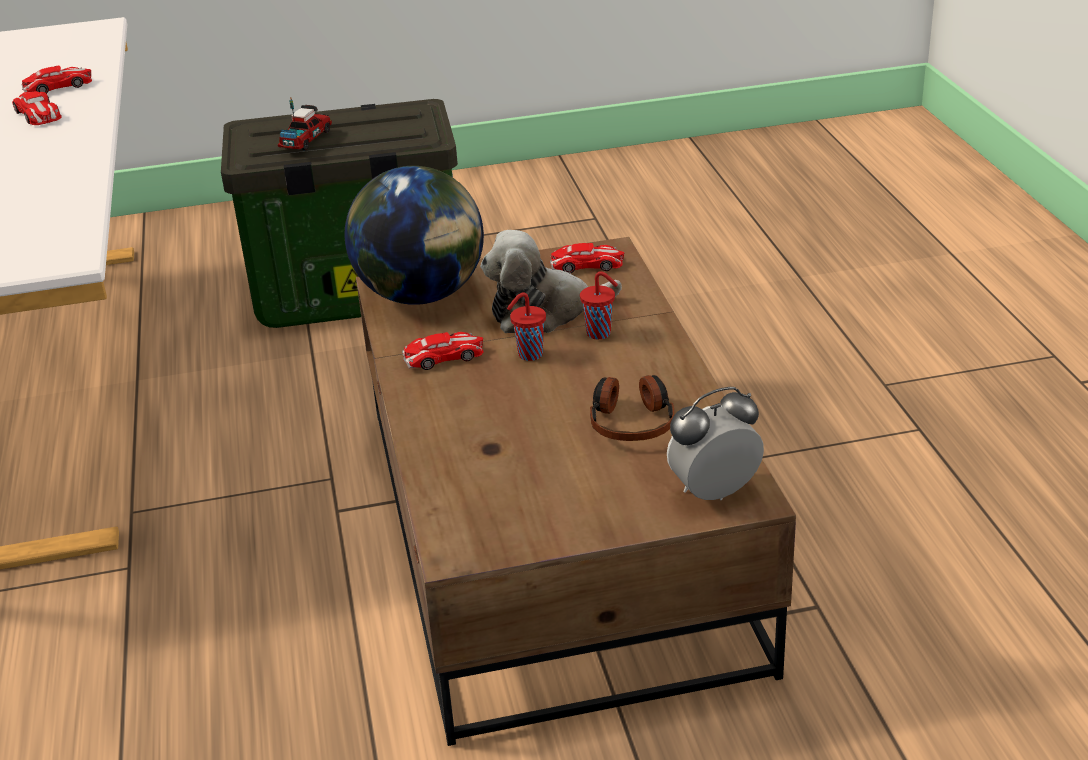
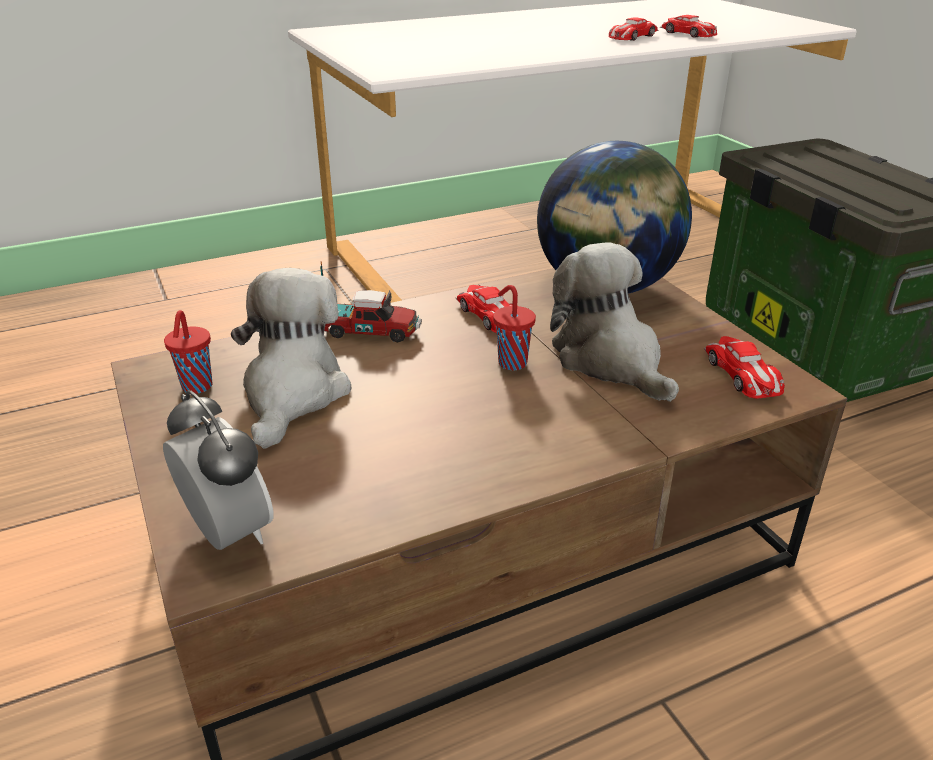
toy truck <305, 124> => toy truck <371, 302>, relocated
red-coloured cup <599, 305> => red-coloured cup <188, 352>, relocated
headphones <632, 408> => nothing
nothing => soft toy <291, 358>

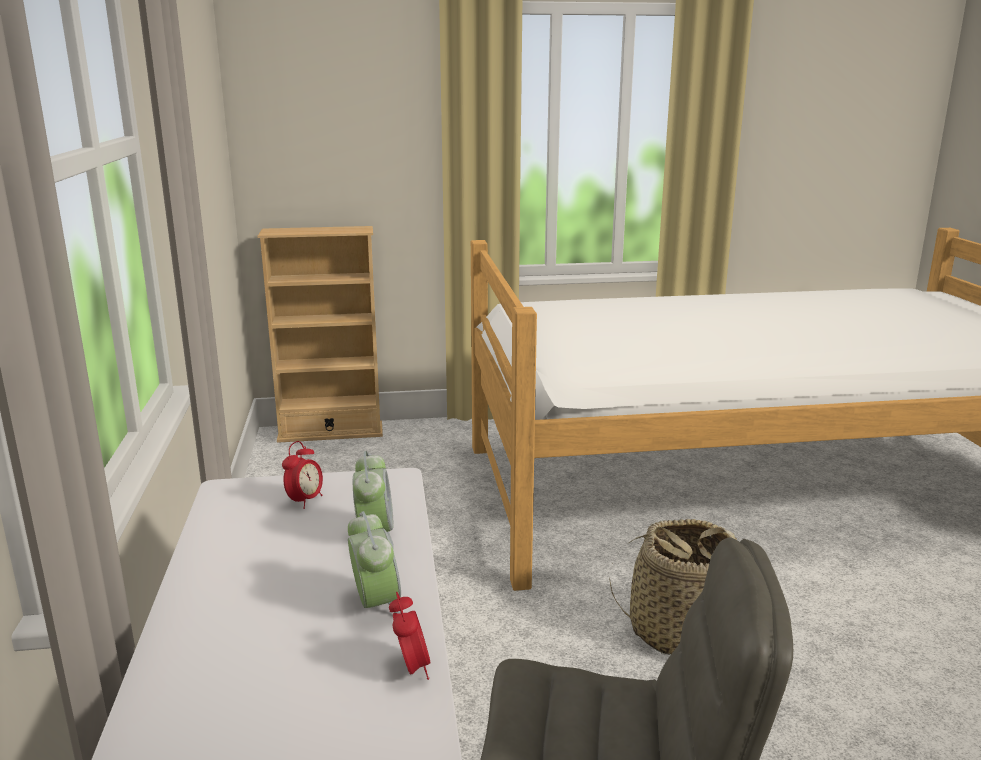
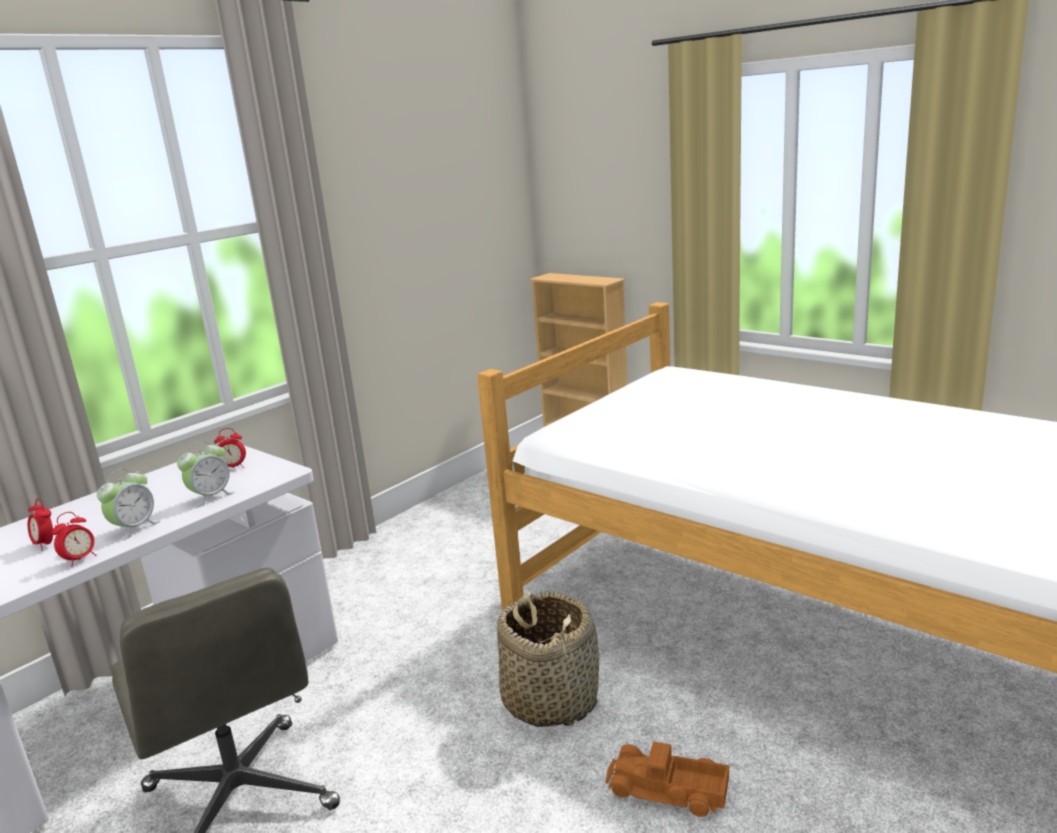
nothing => alarm clock <40, 525>
nothing => toy truck <667, 779>

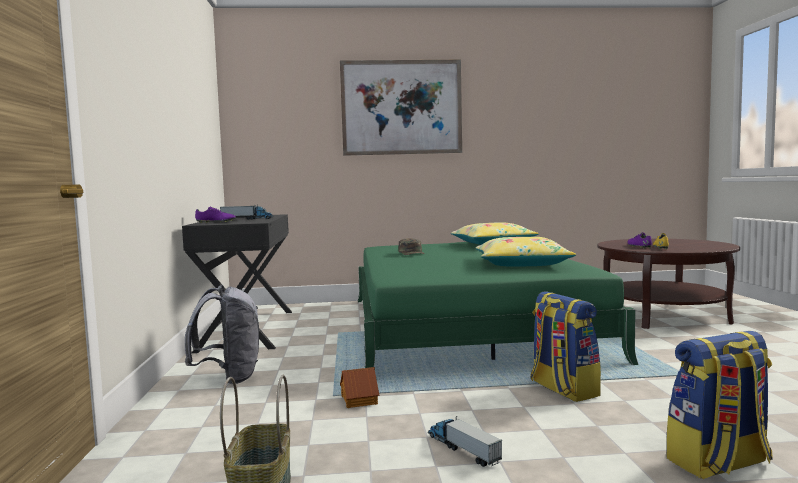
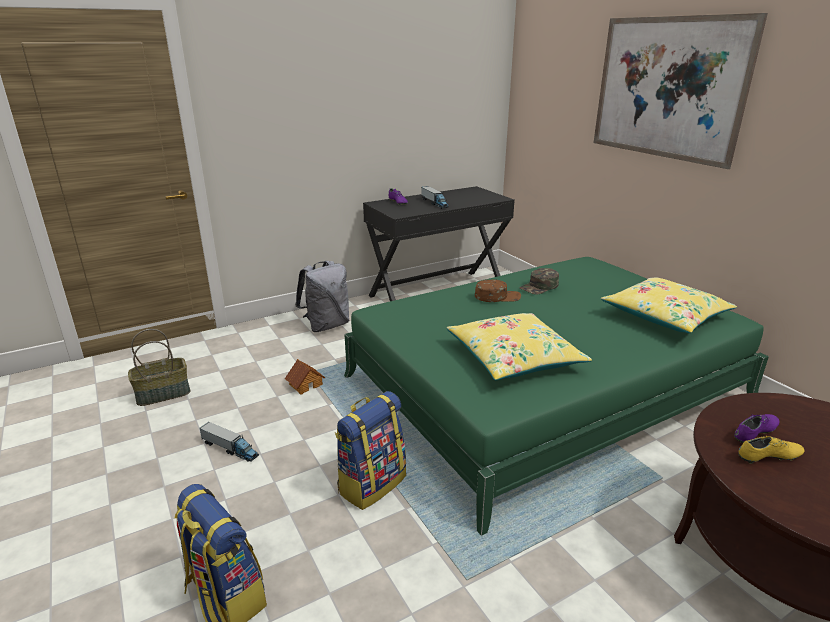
toy truck <465, 441> => toy truck <229, 442>, 90 degrees clockwise
nothing => brown-coloured cap <498, 291>

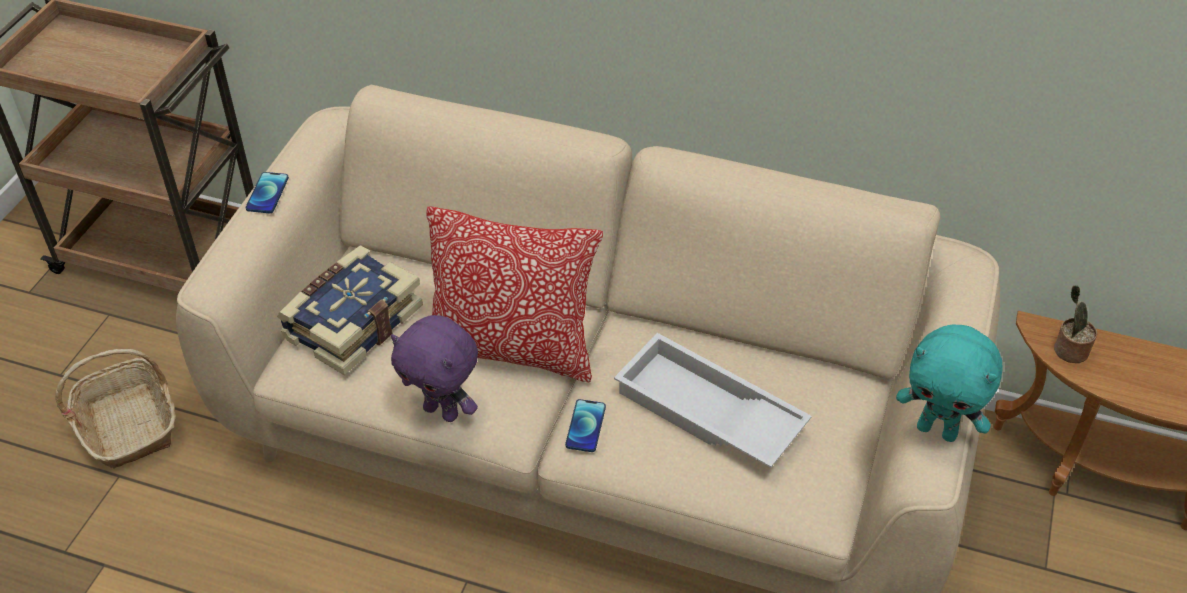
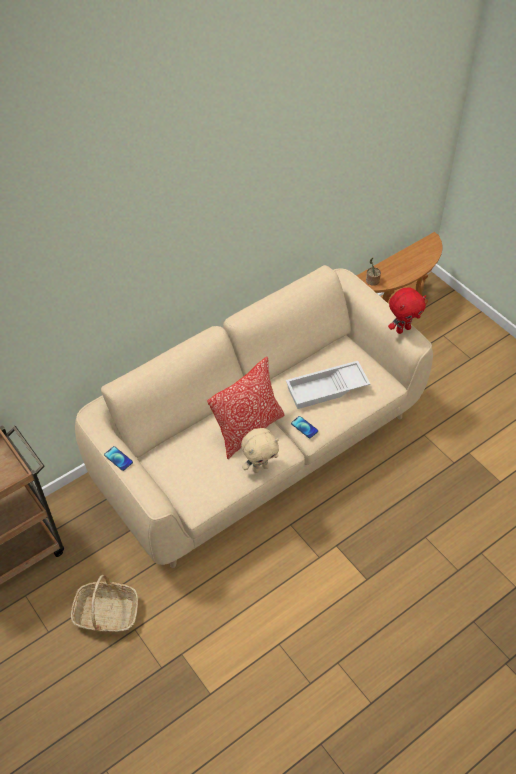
bound book <350, 310> => nothing
purple-coloured soft toy <434, 368> => beige-coloured soft toy <260, 450>
turquoise soft toy <949, 383> => red-coloured soft toy <407, 311>

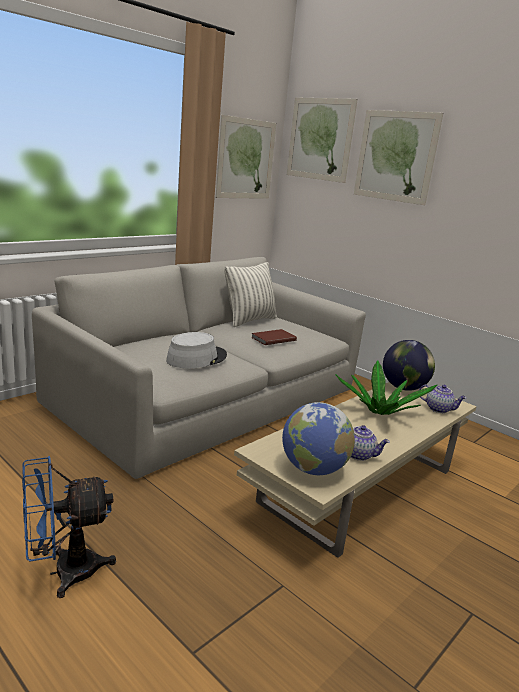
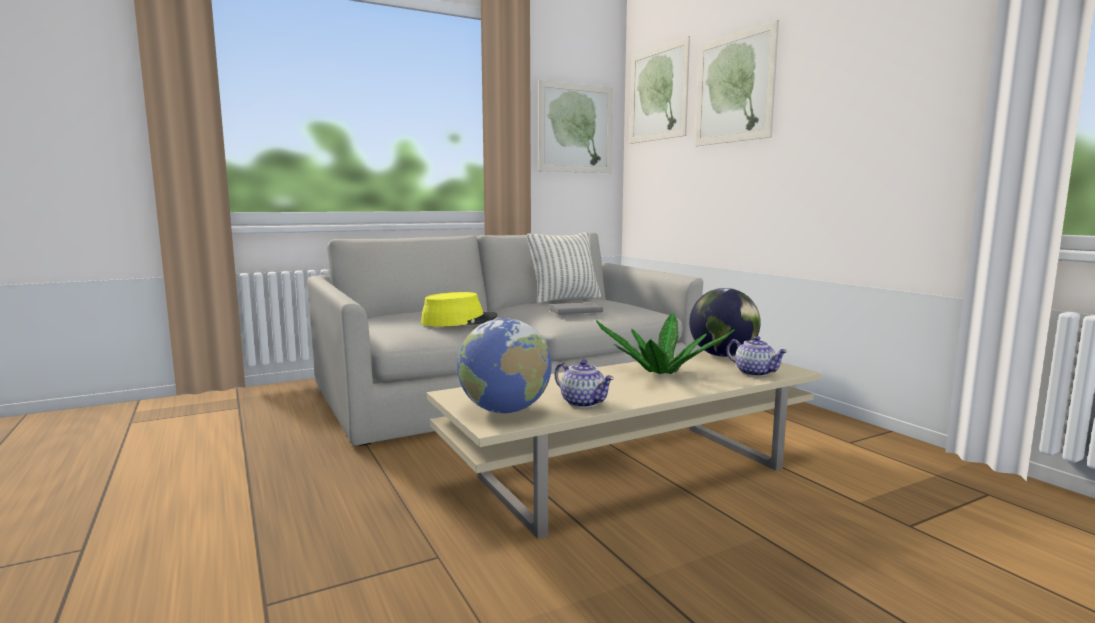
brown-coloured bound book <274, 337> => greyish bound book <576, 308>
greyish clothing hat <196, 350> => yellow-coloured clothing hat <459, 309>
blue electric fan <69, 527> => nothing

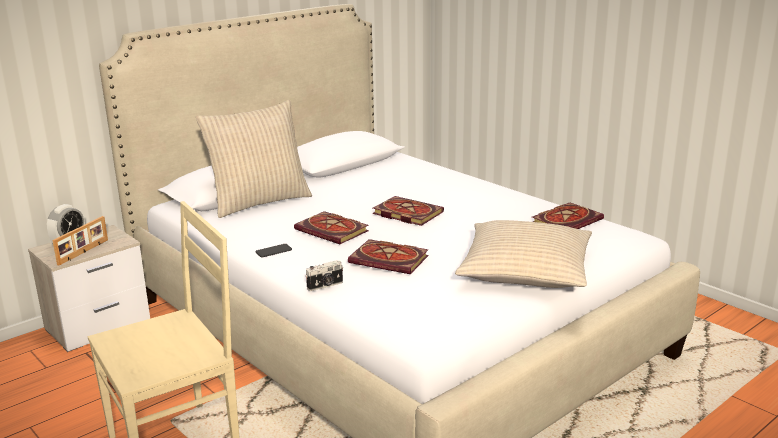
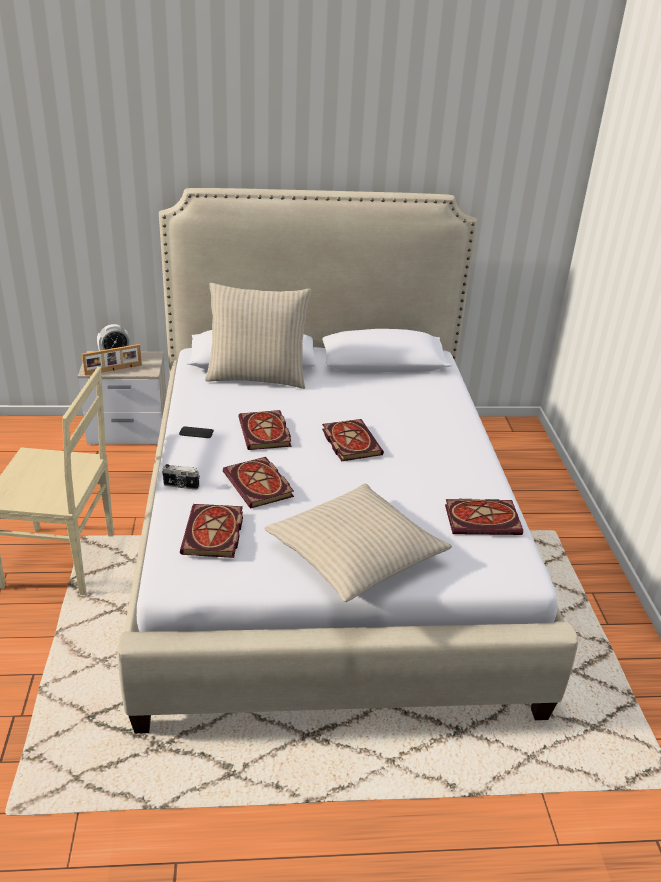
nothing => bound book <211, 531>

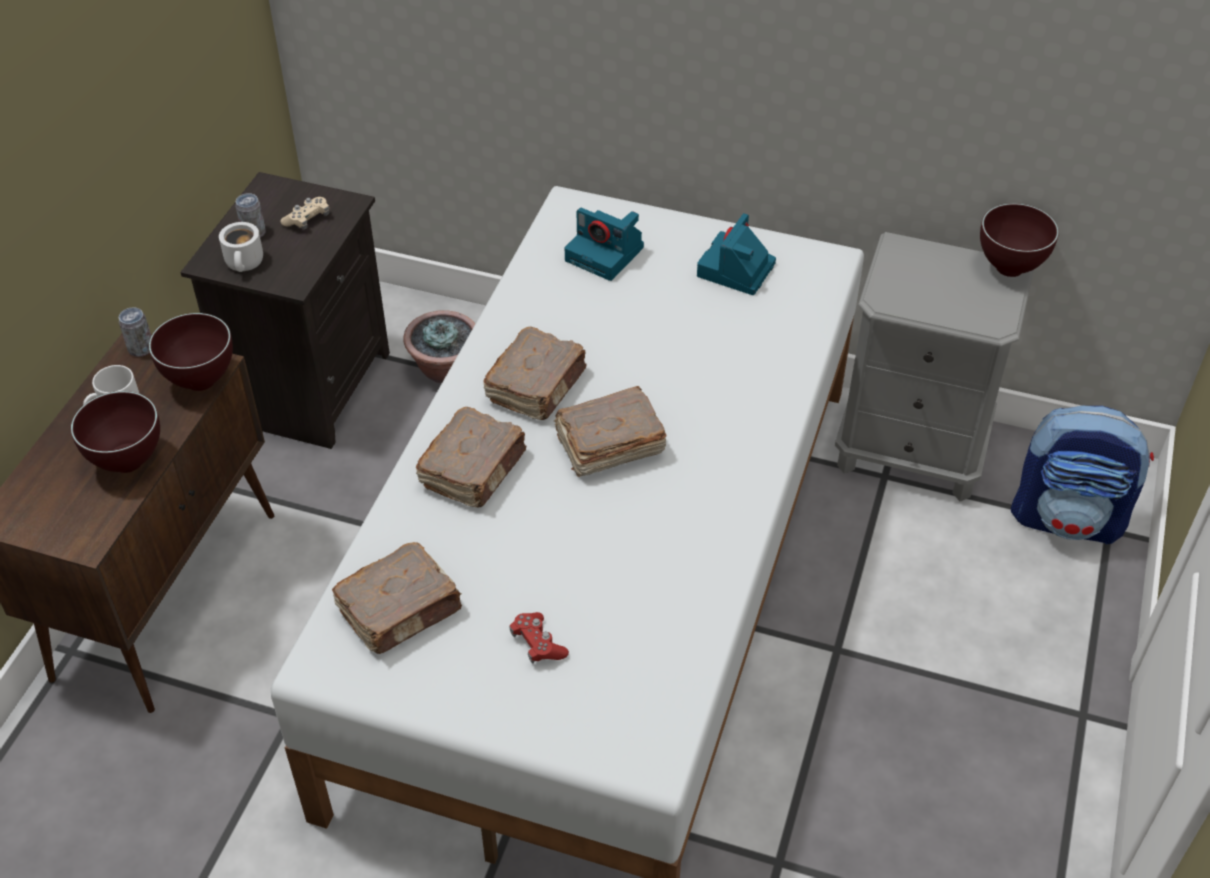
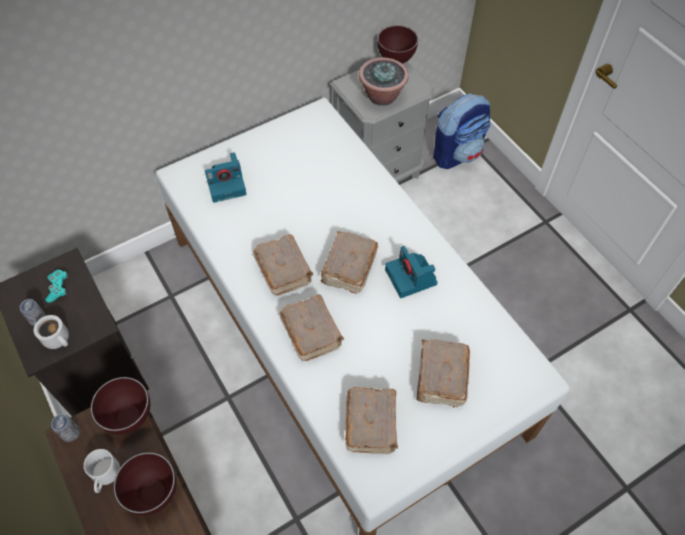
beige-coloured joypad <304, 213> => turquoise joypad <57, 286>
photo camera <736, 254> => photo camera <411, 272>, relocated
houseplant <439, 346> => houseplant <384, 81>, relocated
red-coloured joypad <539, 637> => brown-coloured bound book <443, 373>

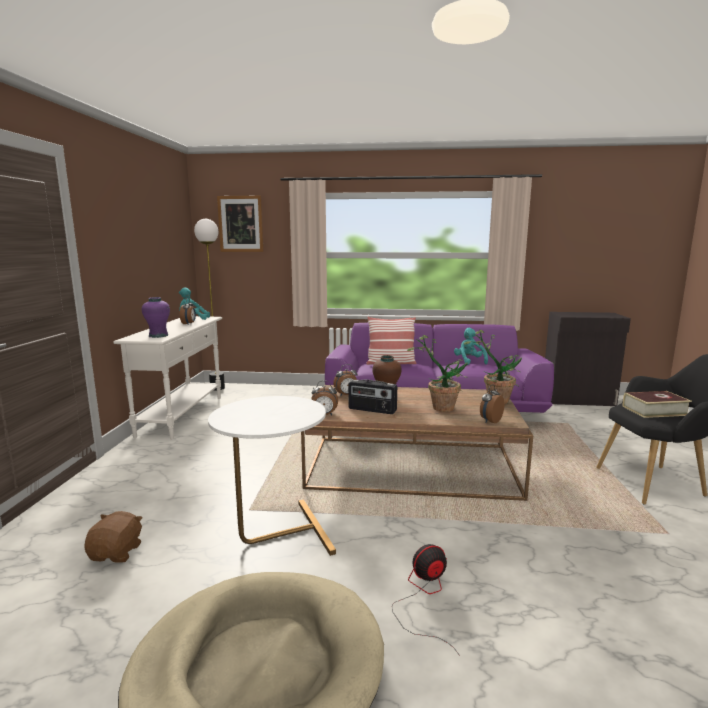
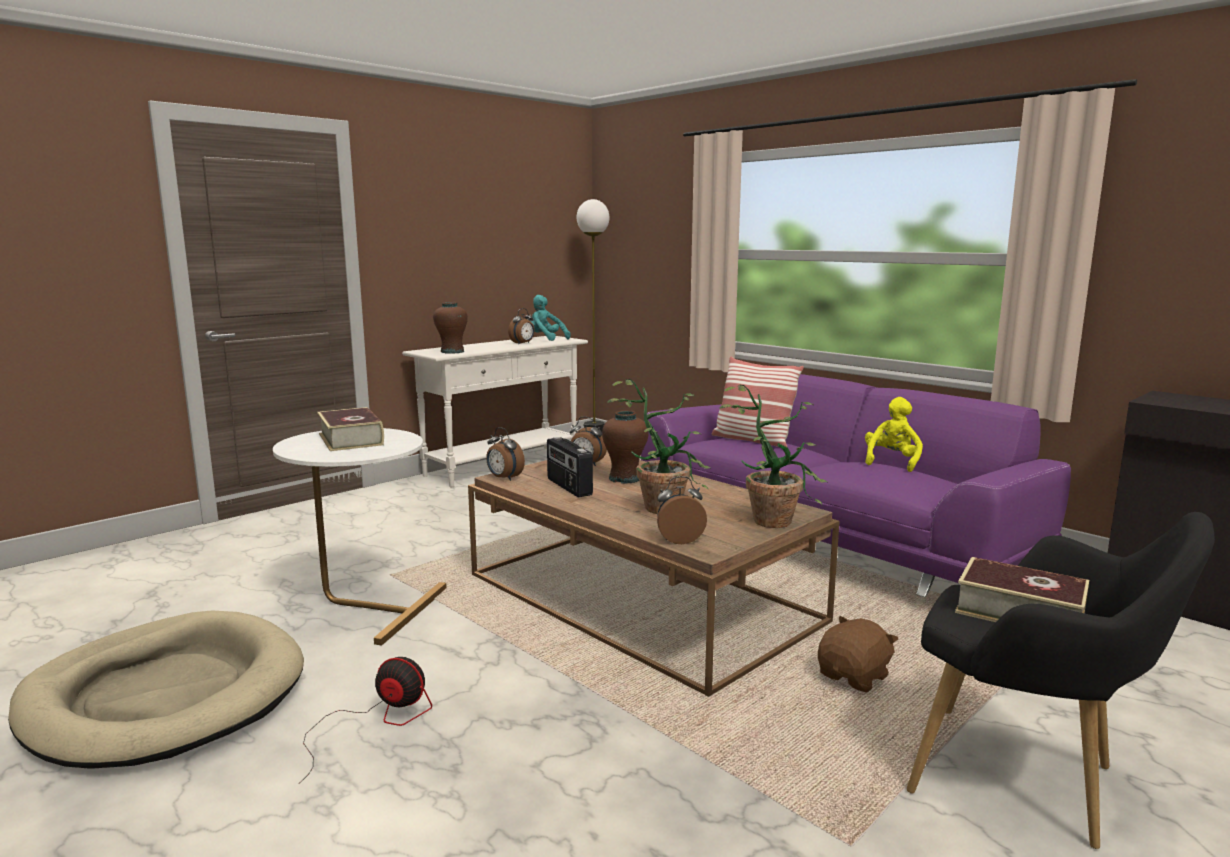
picture <240, 224> => nothing
purple-coloured decorative vase <156, 317> => brown-coloured decorative vase <450, 328>
turquoise soft toy <471, 346> => yellow-coloured soft toy <894, 434>
brown-coloured soft toy <113, 537> => brown-coloured soft toy <858, 654>, relocated
nothing => bound book <350, 429>

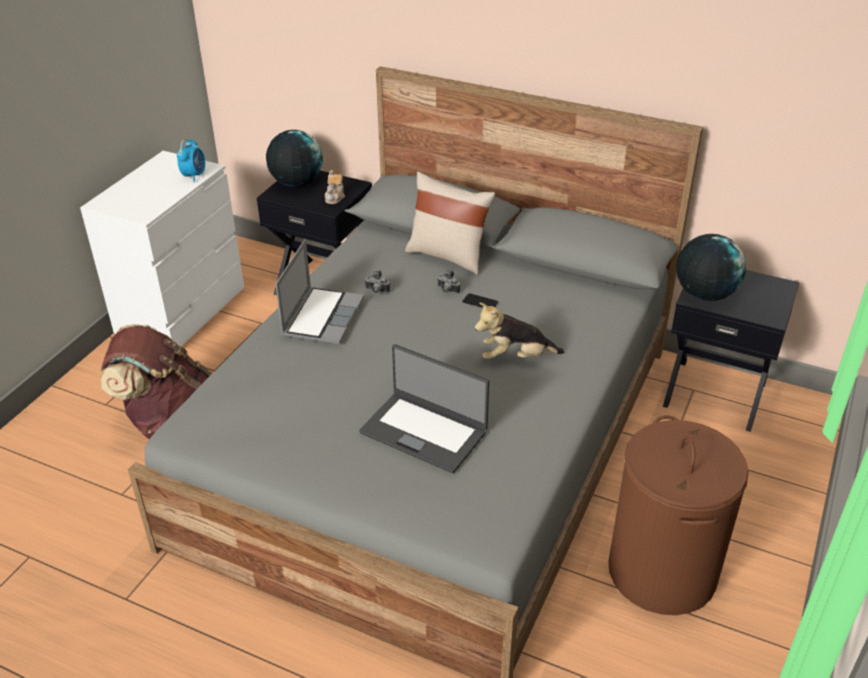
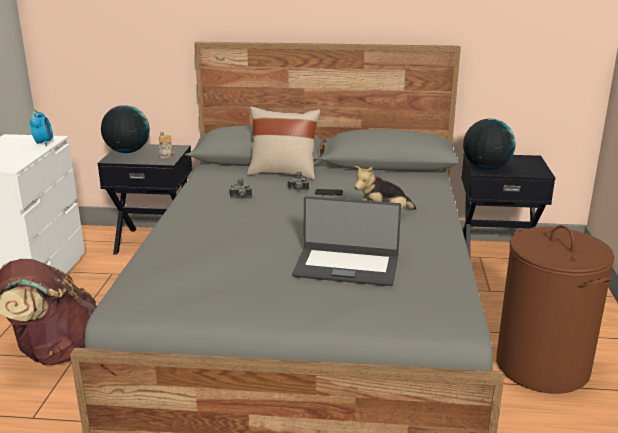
notebook computer <319, 291> => nothing

